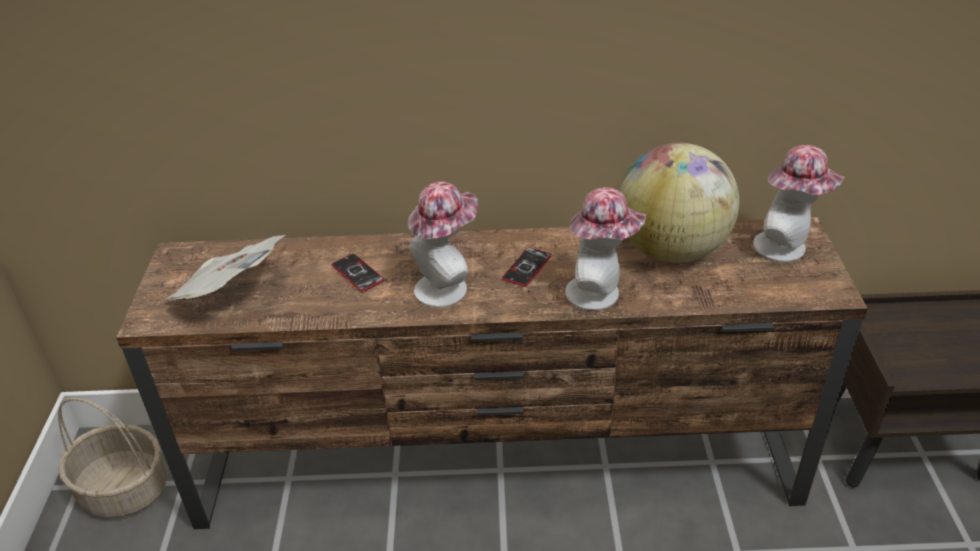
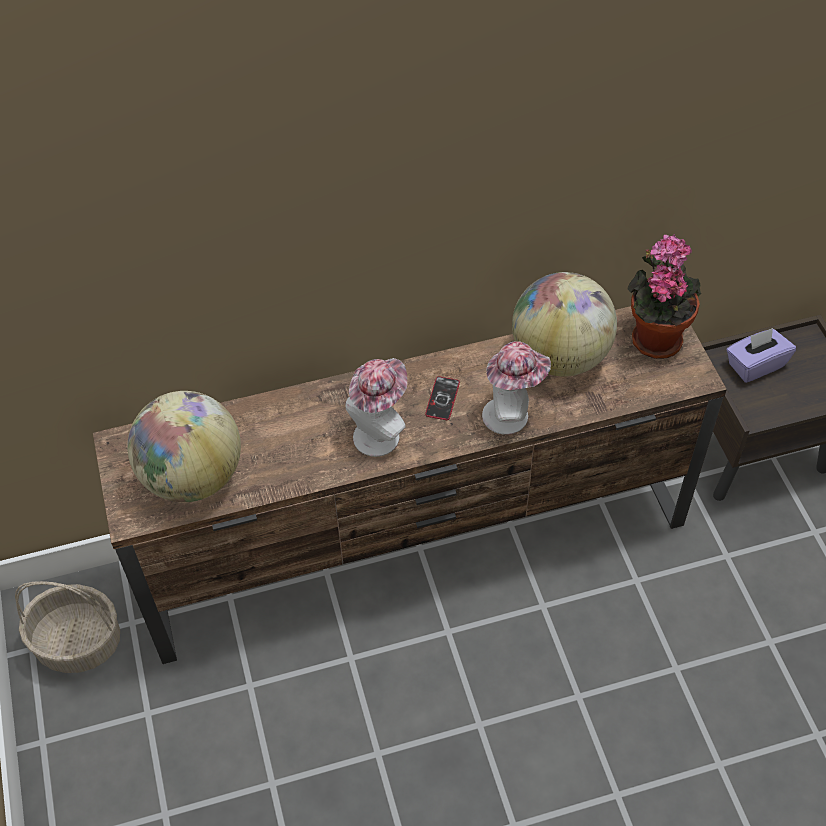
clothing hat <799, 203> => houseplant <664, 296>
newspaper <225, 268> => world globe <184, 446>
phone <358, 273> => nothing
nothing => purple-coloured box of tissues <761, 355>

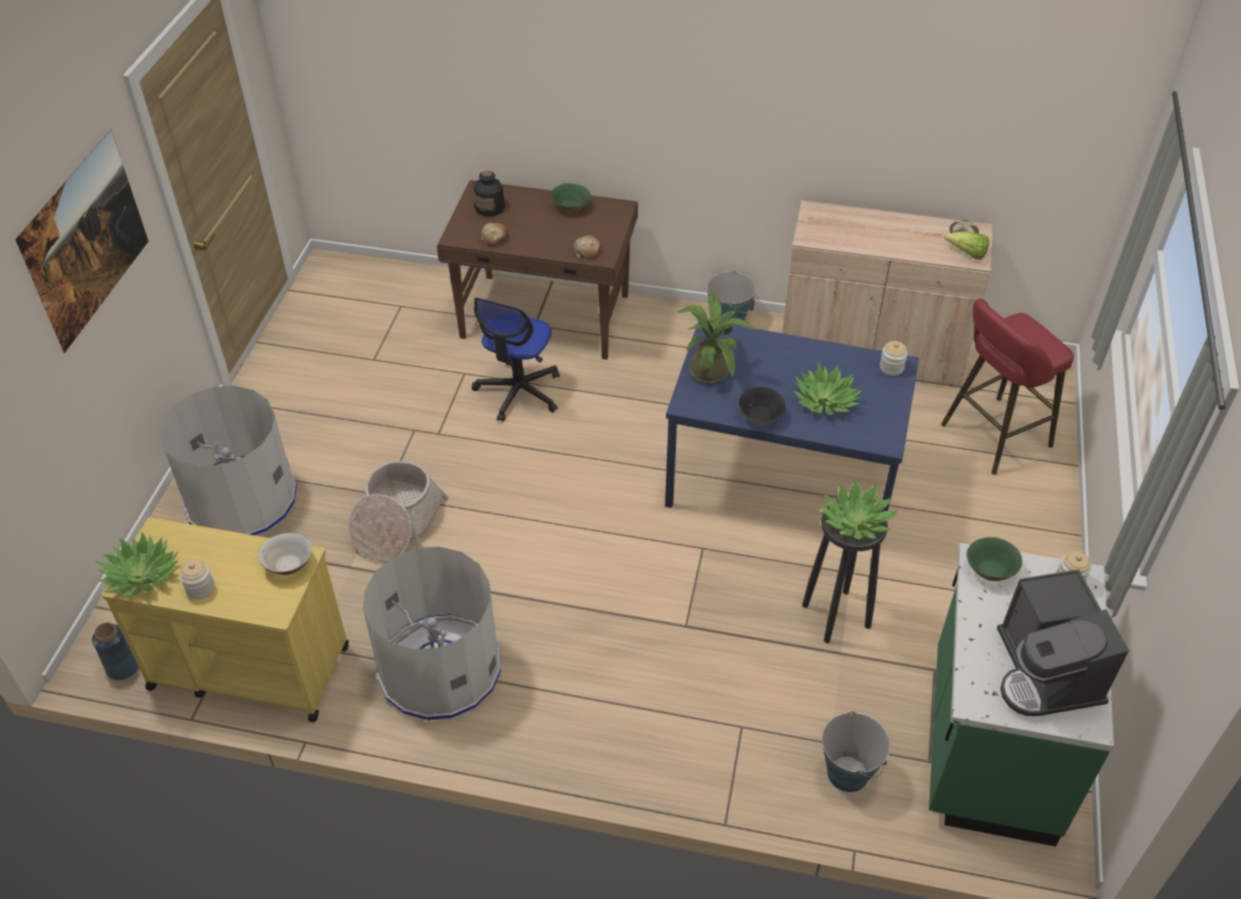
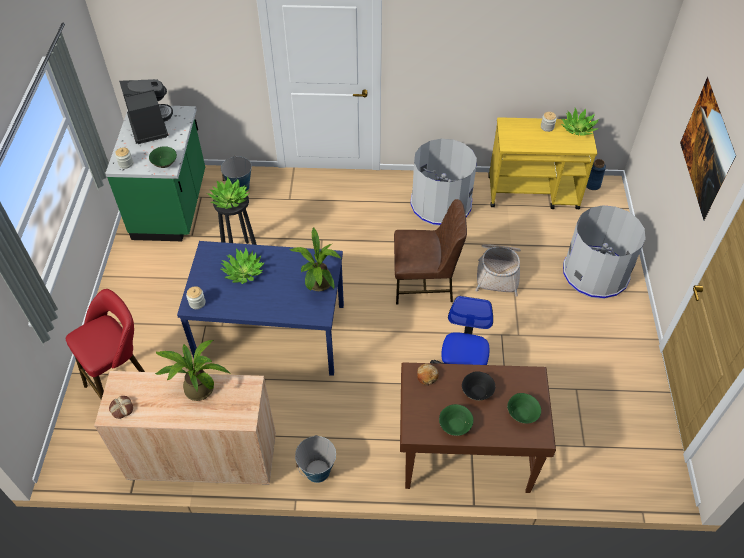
drink bottle <489, 193> => green bowl <524, 408>
bread <495, 234> => nothing
lettuce <967, 246> => nothing
black bowl <762, 405> => black bowl <478, 386>, relocated
beige-coloured bowl <285, 554> => nothing
nothing => brown-coloured chair <430, 251>
nothing => houseplant <192, 370>

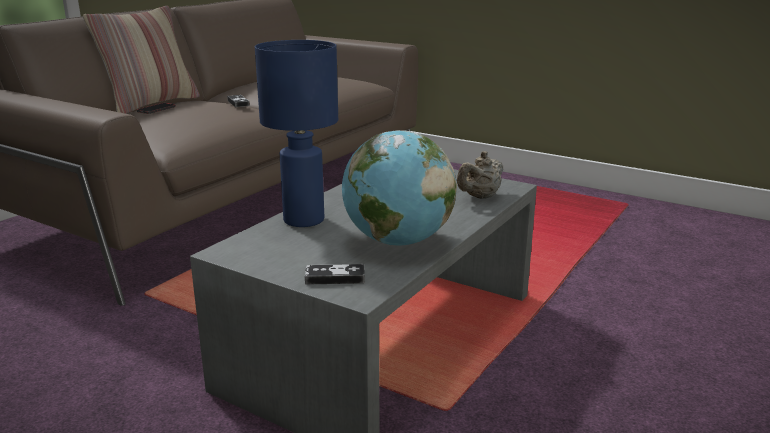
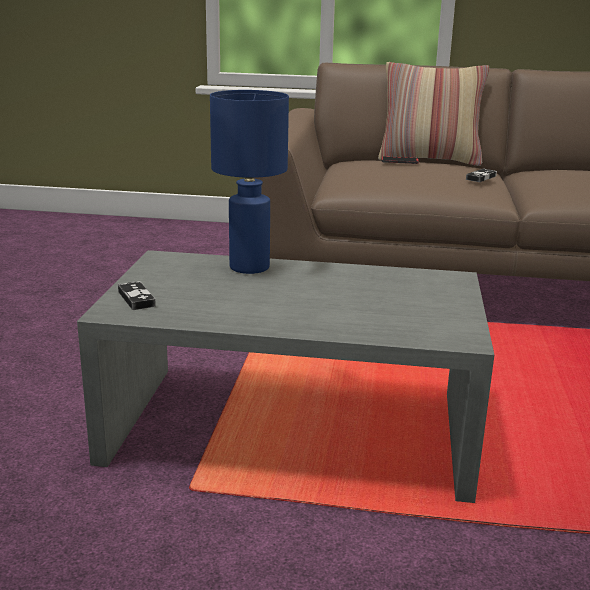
world globe <399, 188> => nothing
beige-coloured pot for tea <480, 175> => nothing

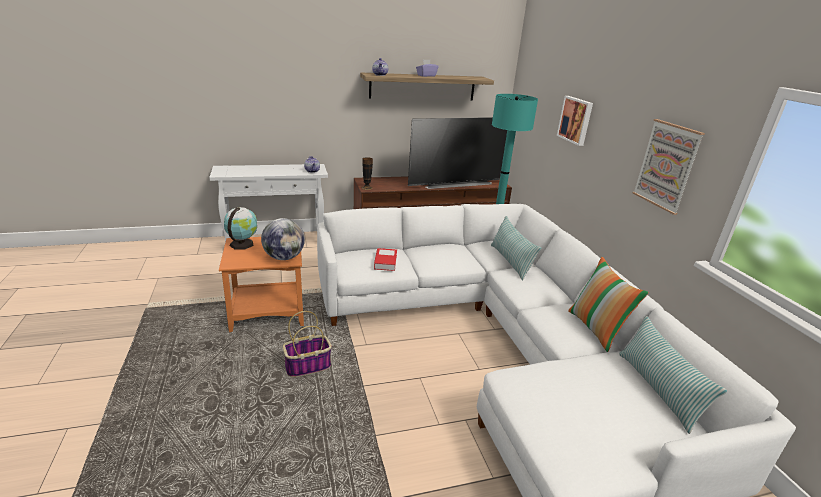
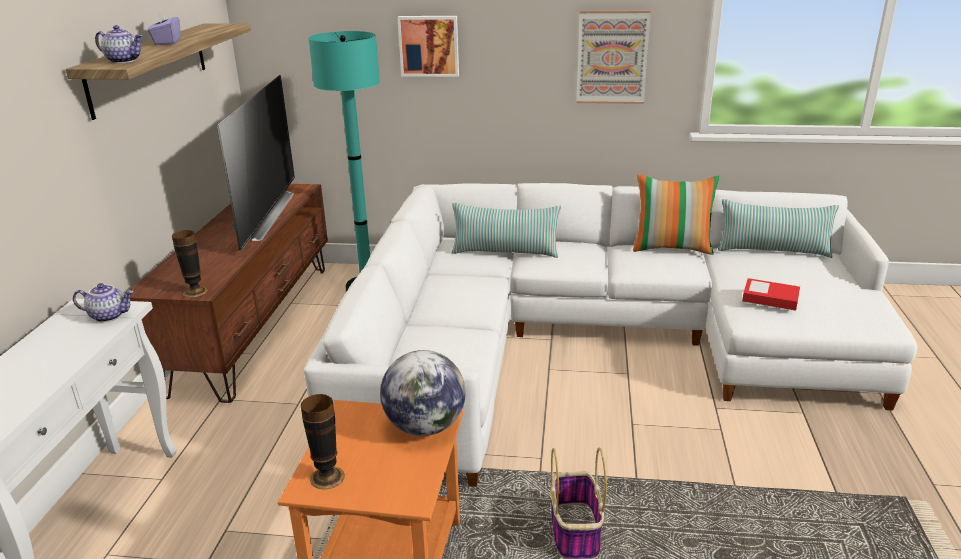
world globe <240, 228> => decorative vase <323, 441>
bound book <385, 259> => bound book <771, 294>, relocated

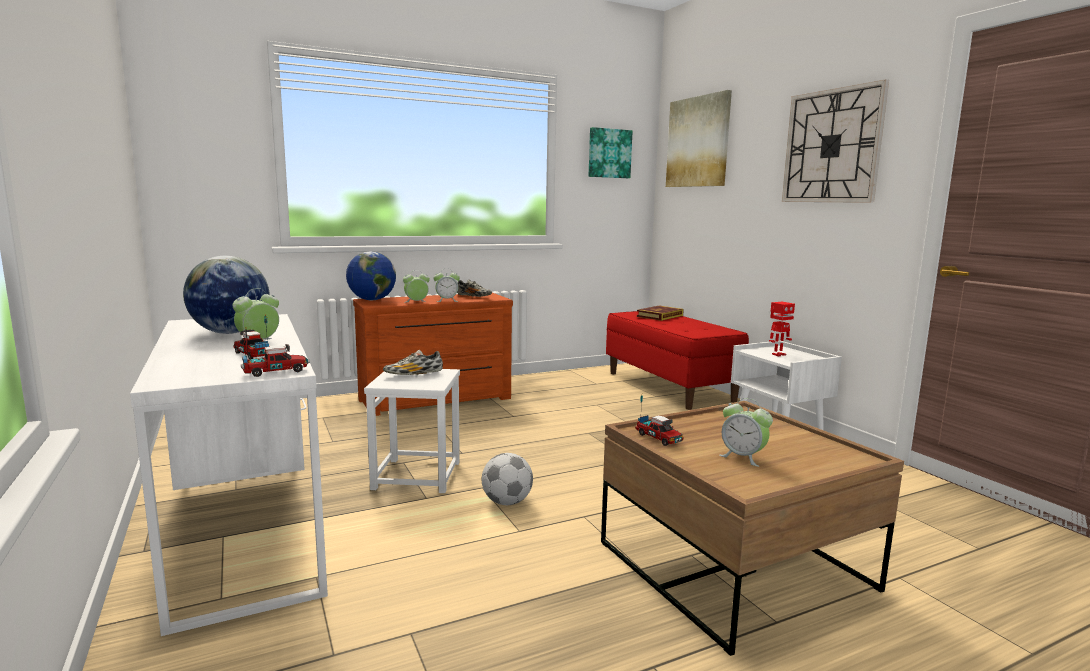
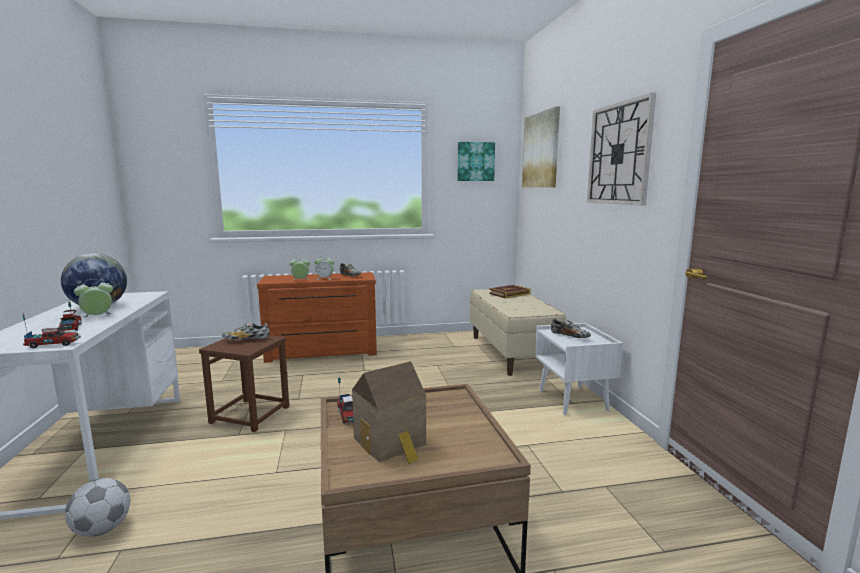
world globe <371, 275> => nothing
robot figure <782, 329> => low shoe <571, 328>
red-coloured bench <677, 360> => beige-coloured bench <518, 332>
white-coloured stool seat <412, 431> => brown-coloured stool seat <244, 383>
alarm clock <746, 432> => miniature house <389, 412>
football <507, 479> => football <97, 507>, relocated

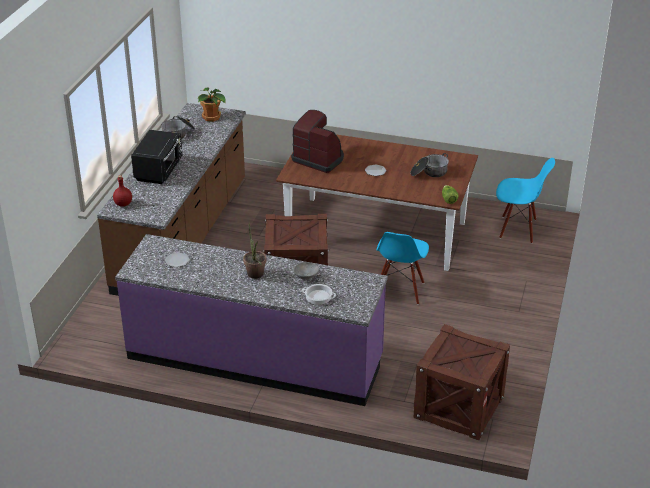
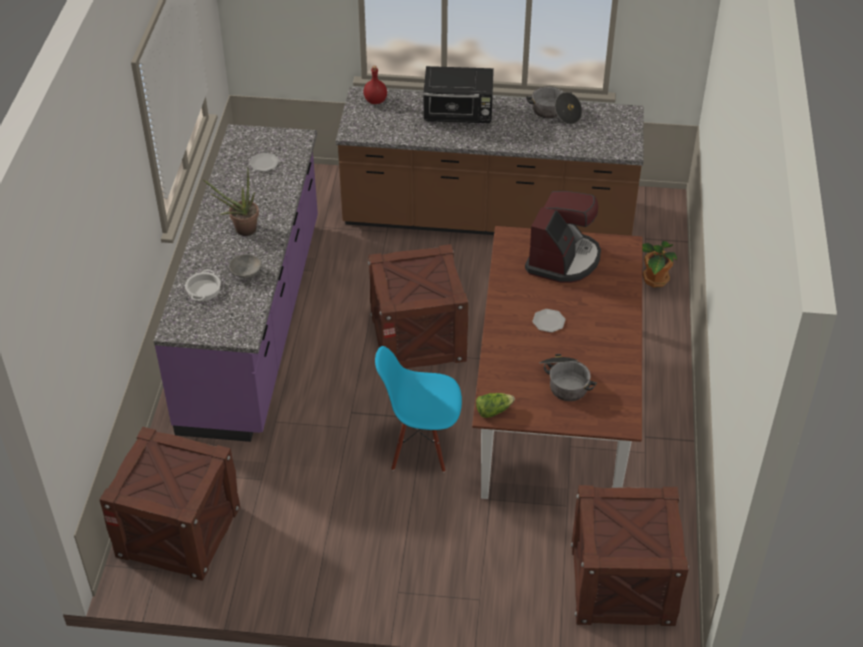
houseplant <211, 104> => houseplant <659, 264>, relocated
blue chair <525, 201> => packing crate <629, 555>

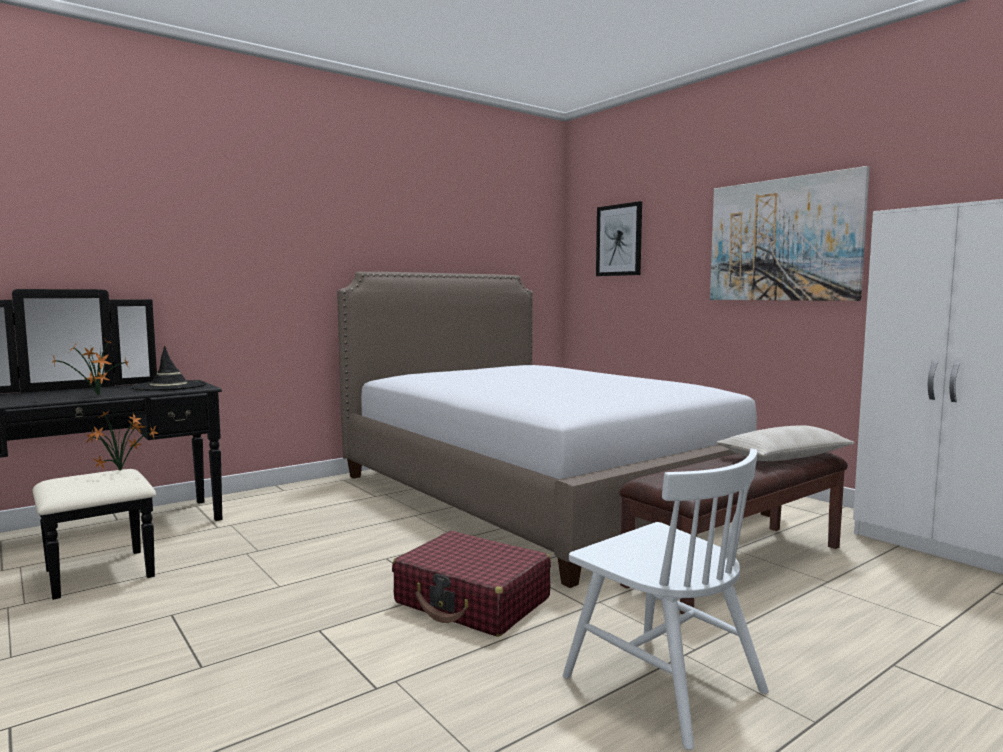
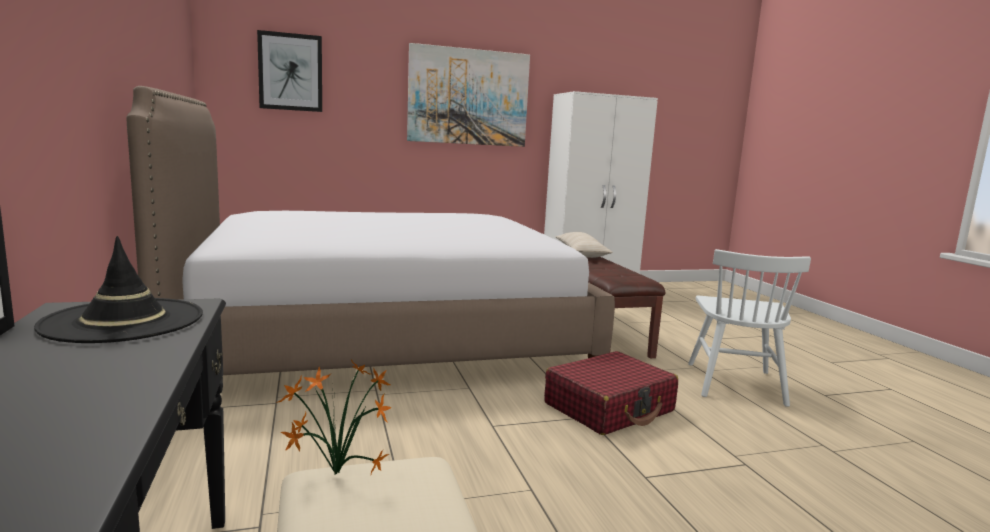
houseplant <90, 367> => nothing
white-coloured chair <666, 599> => white-coloured chair <749, 328>, 120 degrees clockwise

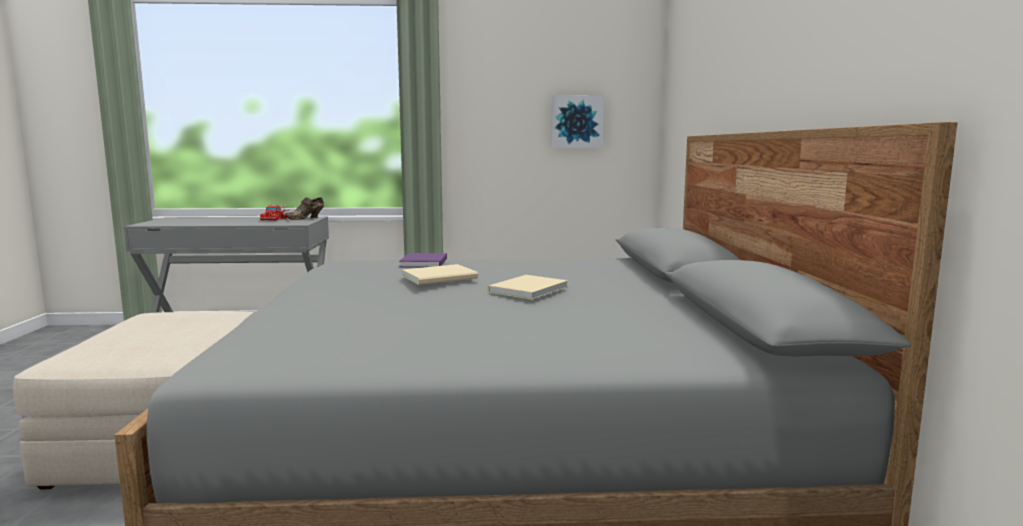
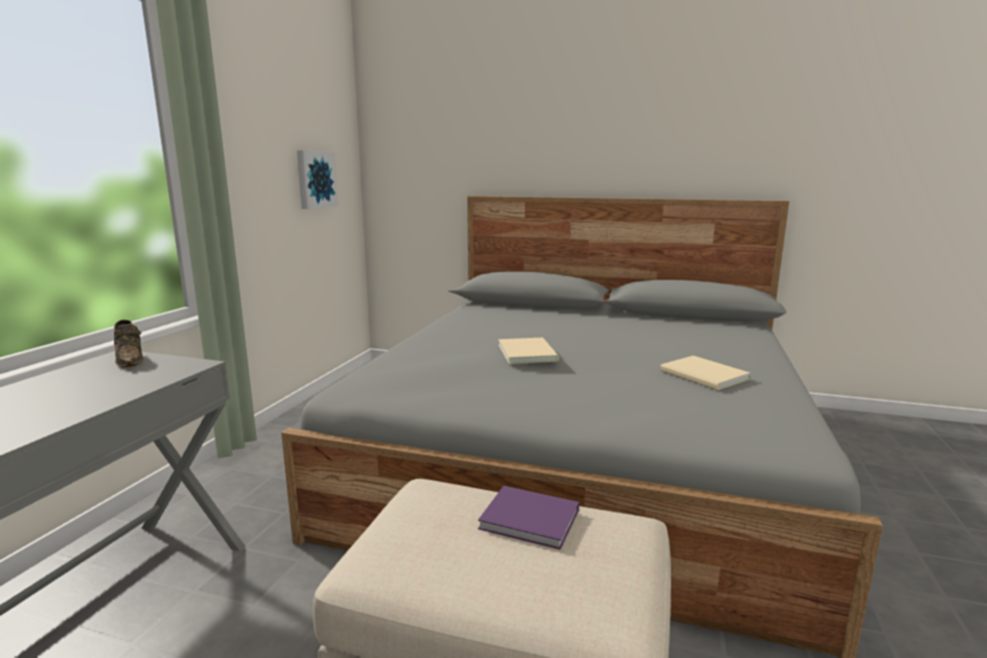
toy truck <276, 212> => nothing
purple-coloured bound book <423, 260> => purple-coloured bound book <528, 518>, relocated
beige-coloured bound book <527, 287> => beige-coloured bound book <705, 373>, relocated

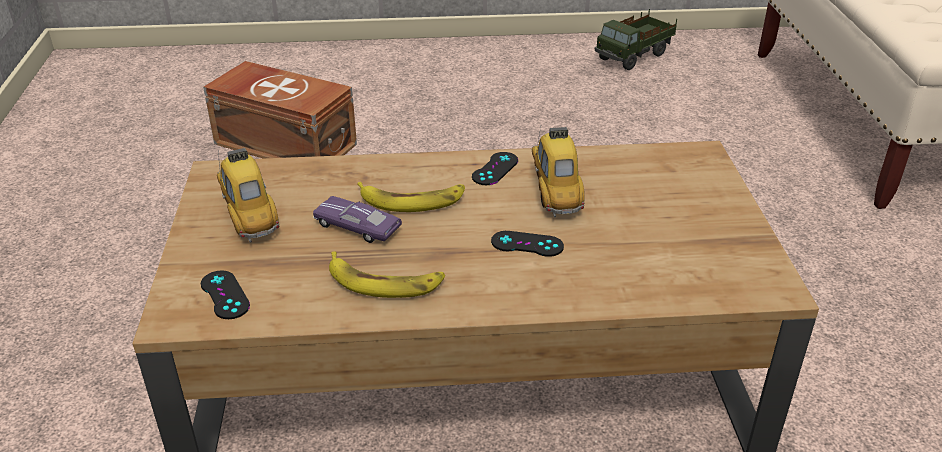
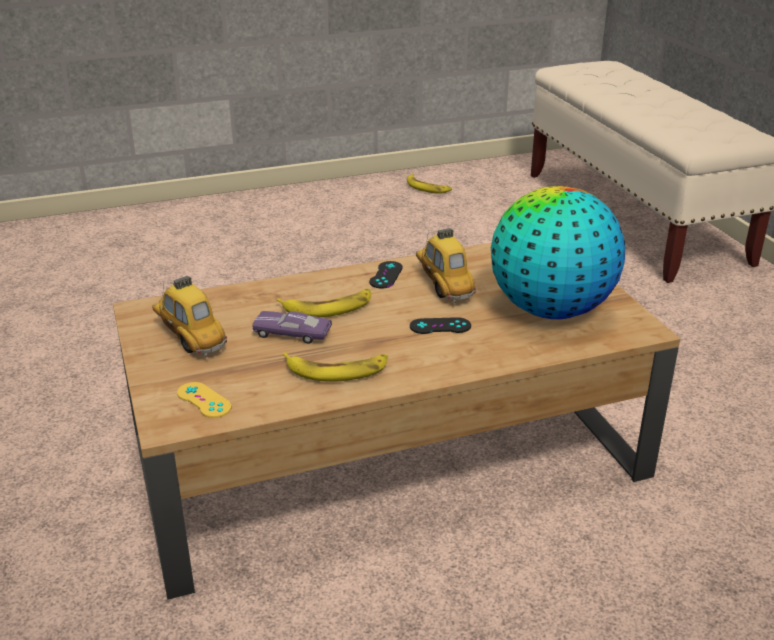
toy truck <635, 39> => banana <429, 184>
brown-coloured storage container <280, 109> => nothing
black joypad <225, 294> => yellow-coloured joypad <204, 400>
nothing => world globe <558, 252>

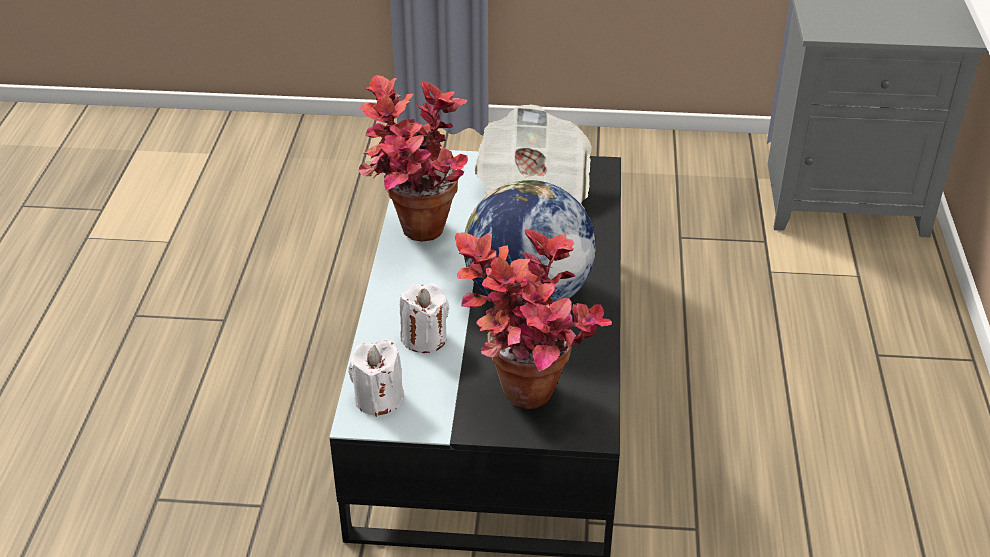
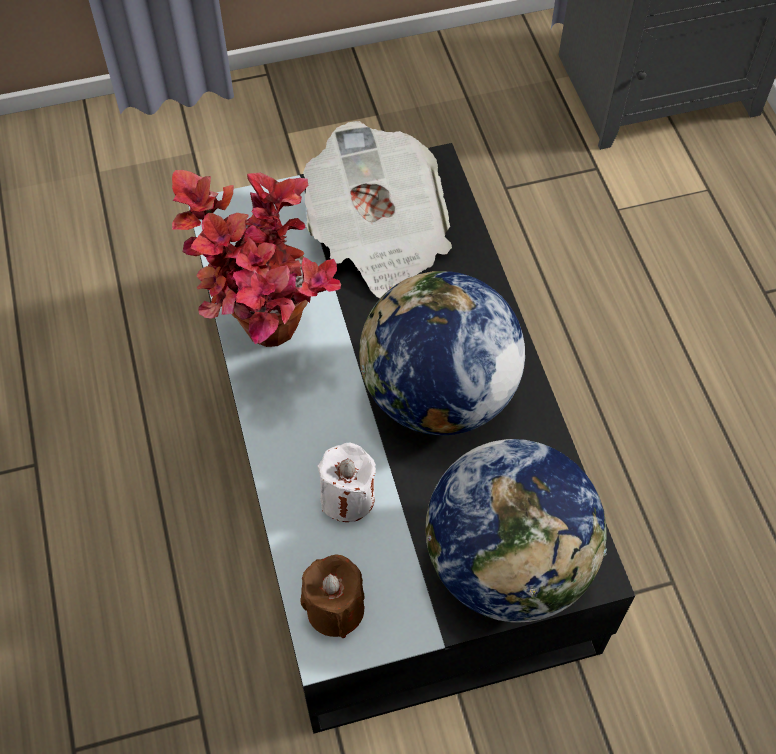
houseplant <533, 319> => world globe <516, 530>
white-coloured wax candle <376, 378> => brown-coloured wax candle <332, 596>

